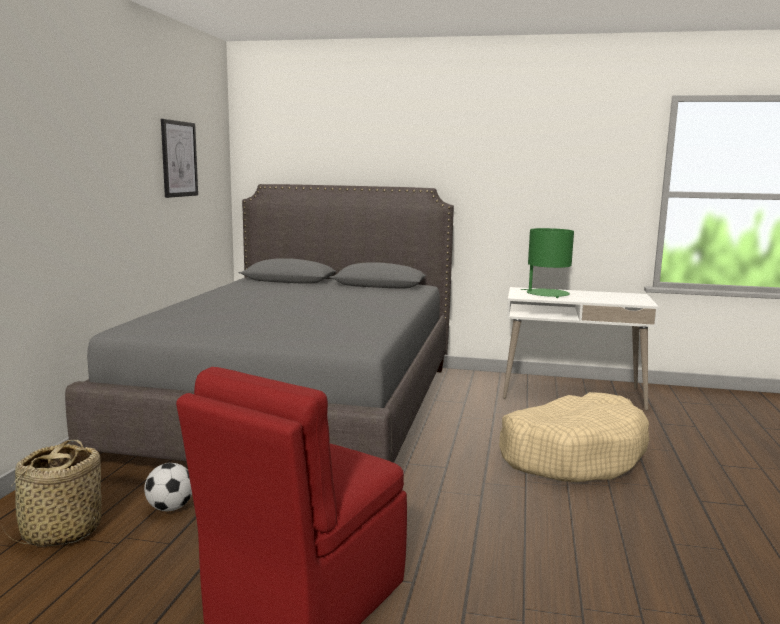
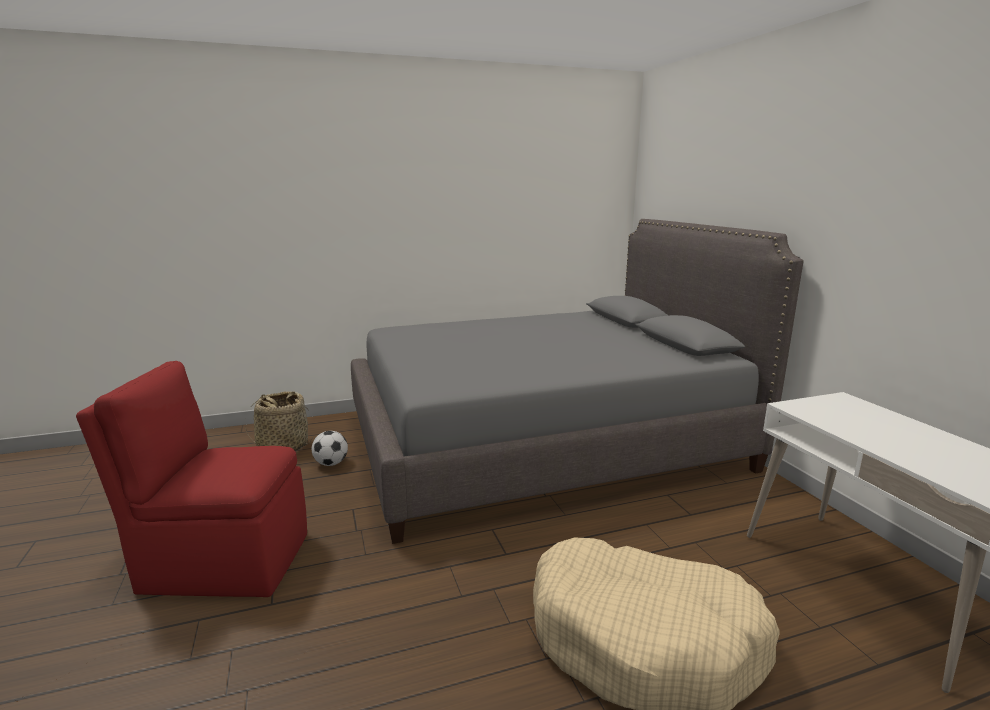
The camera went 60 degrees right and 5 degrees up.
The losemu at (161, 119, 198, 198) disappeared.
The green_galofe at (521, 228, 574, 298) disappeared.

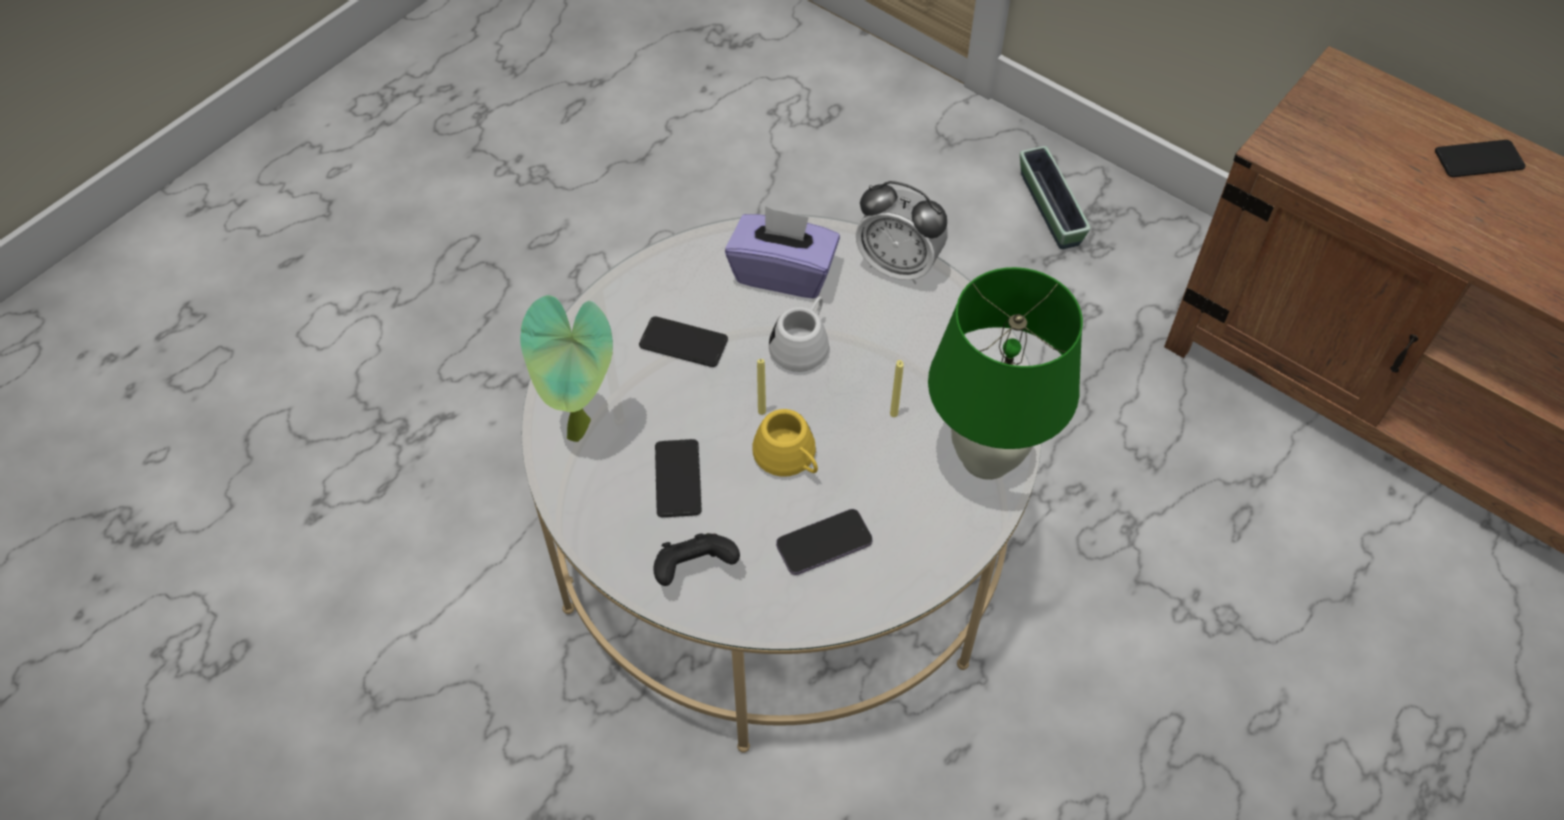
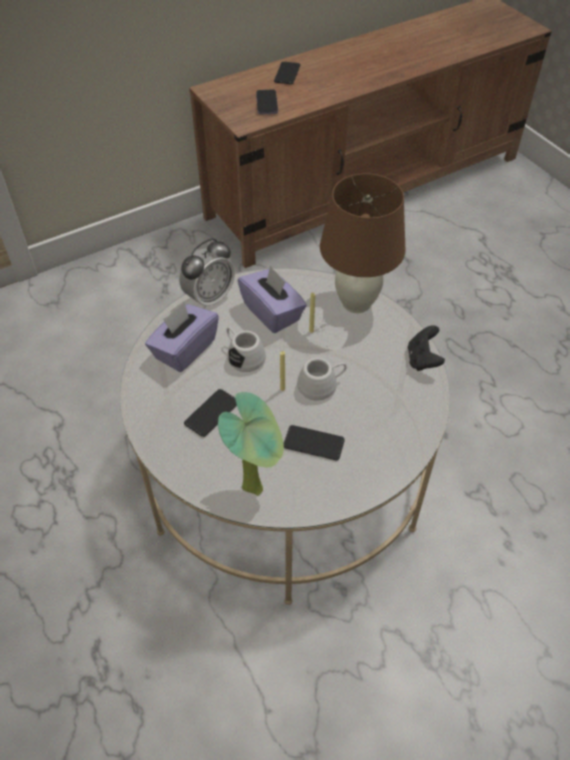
The camera went 70 degrees left and 5 degrees down.
The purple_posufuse at (238, 265, 307, 333) appeared.
The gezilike moved from (776, 509, 873, 575) to (256, 90, 278, 114).
The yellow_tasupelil at (752, 409, 818, 477) became the white_tasupelil at (297, 358, 347, 401).
The green_galofe at (928, 267, 1083, 480) became the brown_galofe at (320, 173, 406, 313).
The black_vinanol moved from (653, 533, 740, 586) to (408, 325, 445, 371).
The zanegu at (1020, 146, 1091, 249) disappeared.

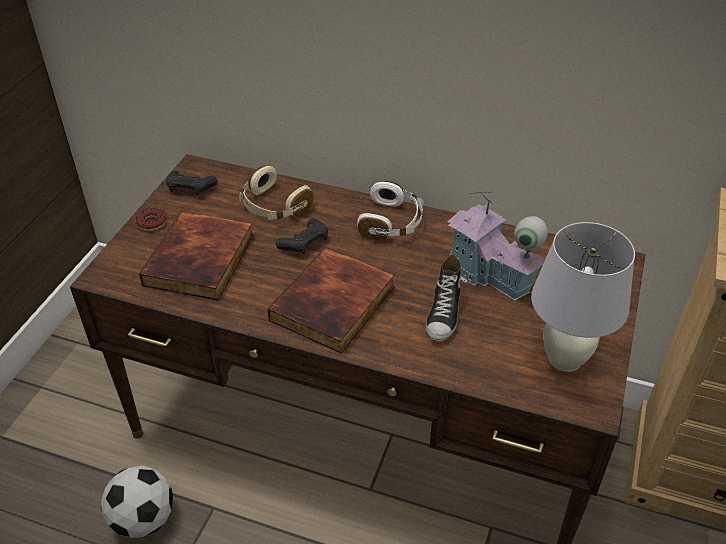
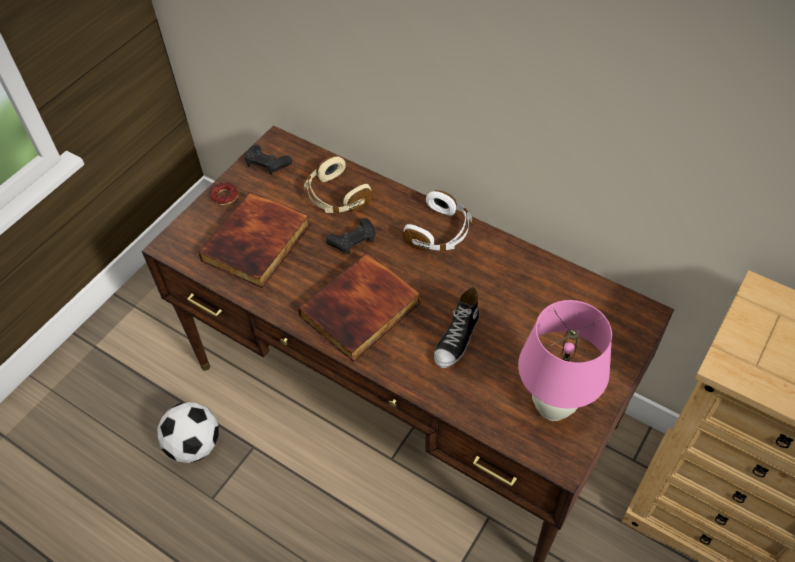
The camera went 15 degrees right and 10 degrees up.
The white_galofe at (531, 222, 635, 372) became the pink_galofe at (518, 300, 612, 421).
The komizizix at (447, 187, 548, 300) disappeared.

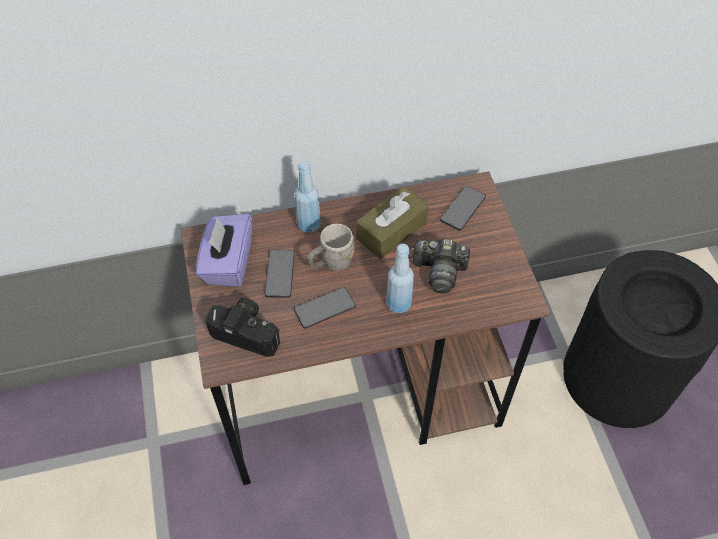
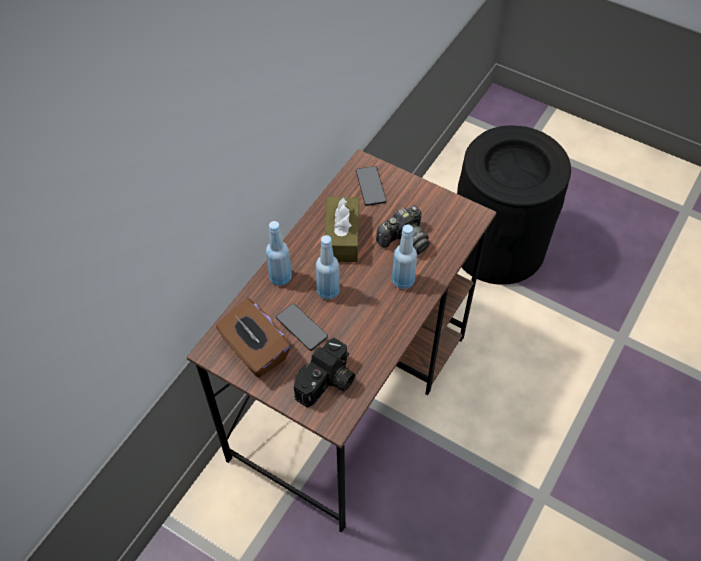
The camera went 45 degrees left and 0 degrees up.
The purple_posufuse at (196, 214, 252, 287) became the brown_posufuse at (216, 298, 291, 377).
The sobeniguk at (205, 298, 280, 357) turned 150 degrees clockwise.
The grey_tasupelil at (307, 224, 355, 271) was replaced by the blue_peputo at (316, 235, 340, 300).
The gezilike at (294, 287, 356, 329) disappeared.

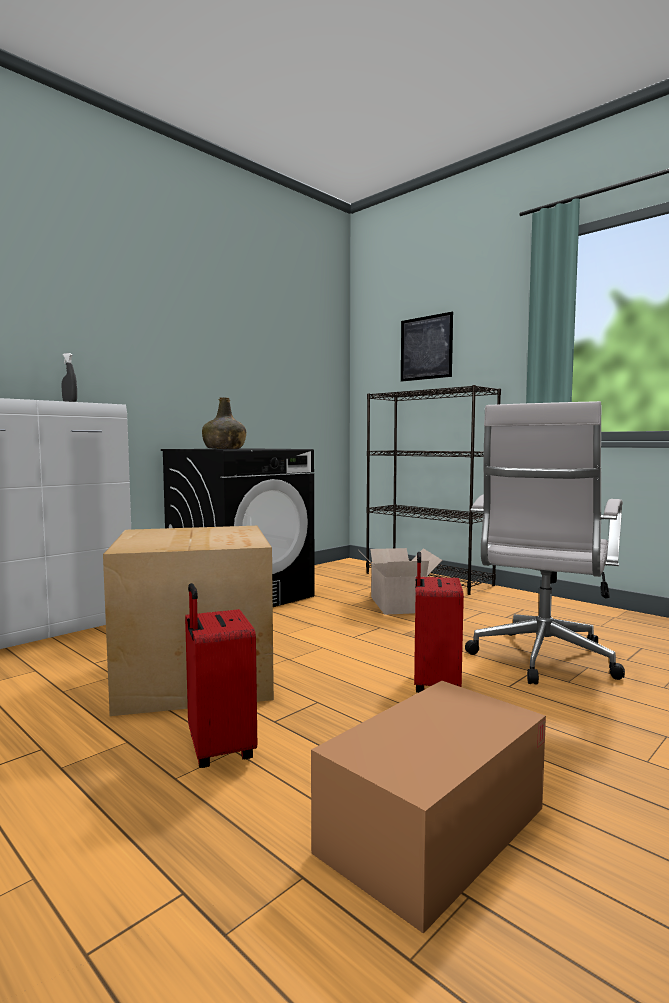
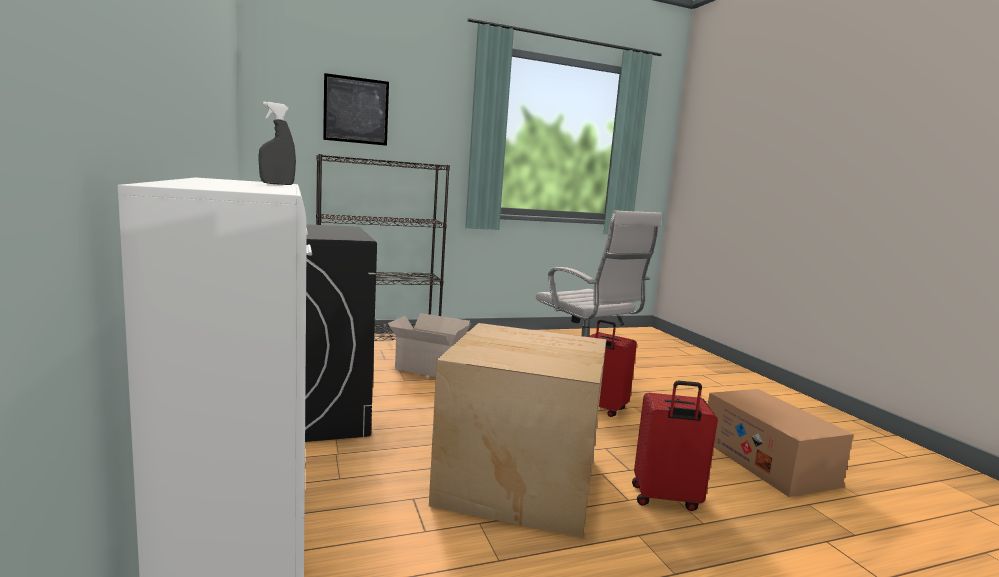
The camera went 65 degrees left and 5 degrees up.
The green_peputo at (202, 397, 246, 449) disappeared.

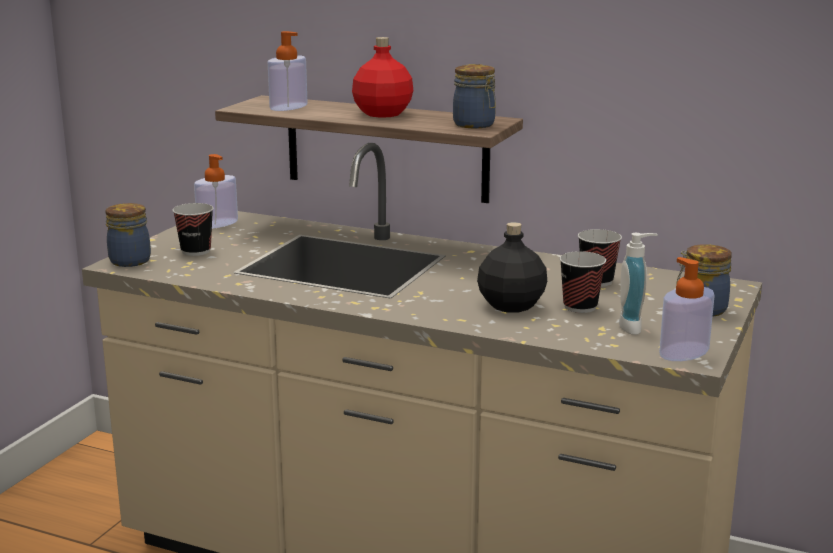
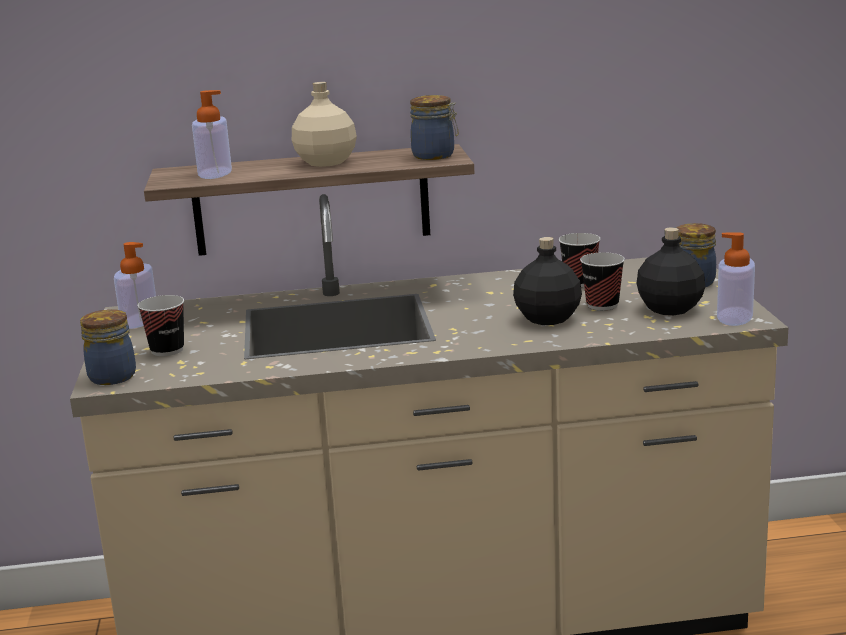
The camera went 30 degrees left and 0 degrees up.
The red_peputo at (352, 37, 413, 118) became the beige_peputo at (292, 82, 357, 167).
The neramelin at (619, 233, 658, 335) was replaced by the black_peputo at (636, 227, 705, 315).

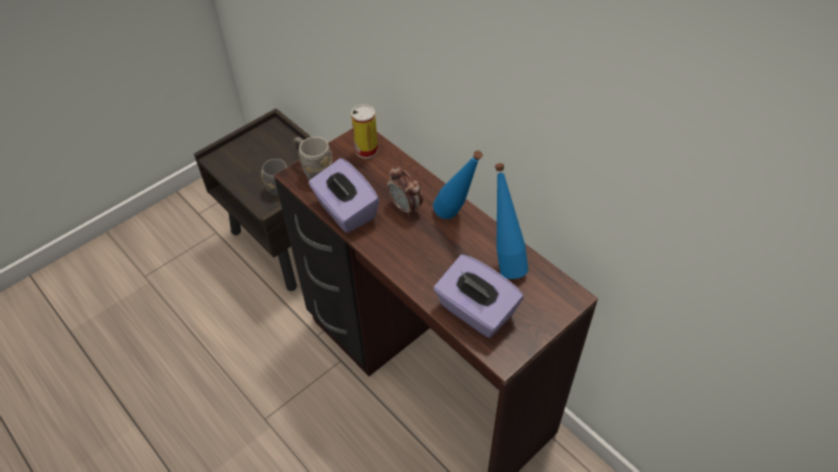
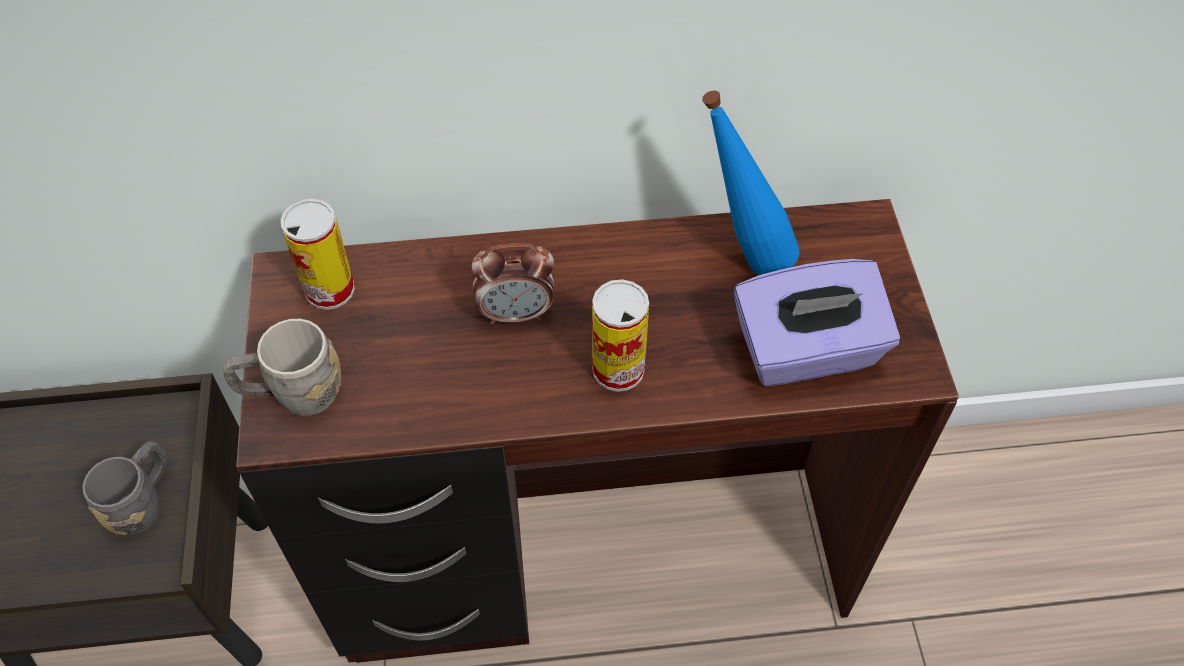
The camera went 55 degrees left and 5 degrees up.
The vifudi at (592, 279, 649, 392) appeared.
The purple_posufuse at (308, 158, 379, 233) disappeared.
The blue_peputo at (433, 150, 483, 219) disappeared.

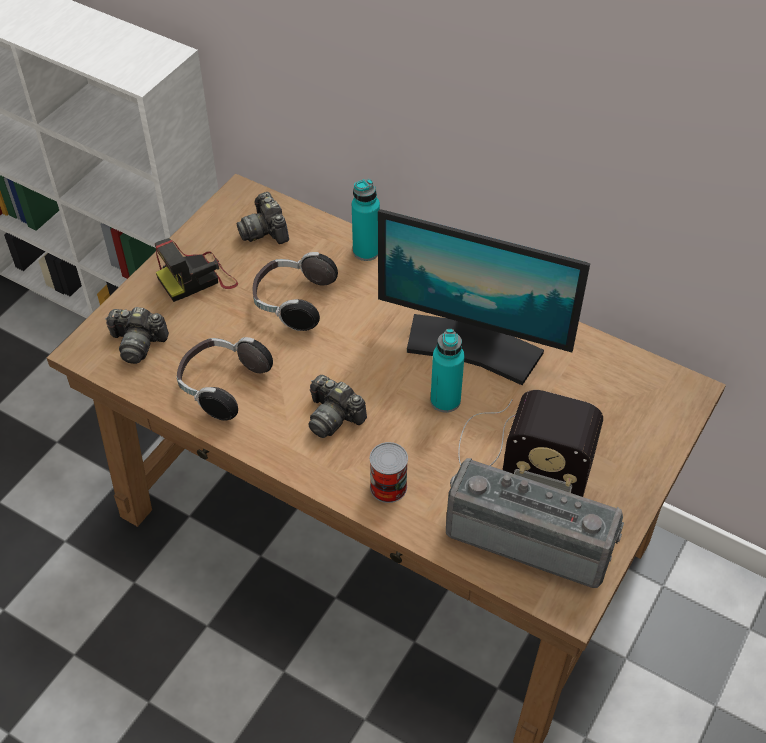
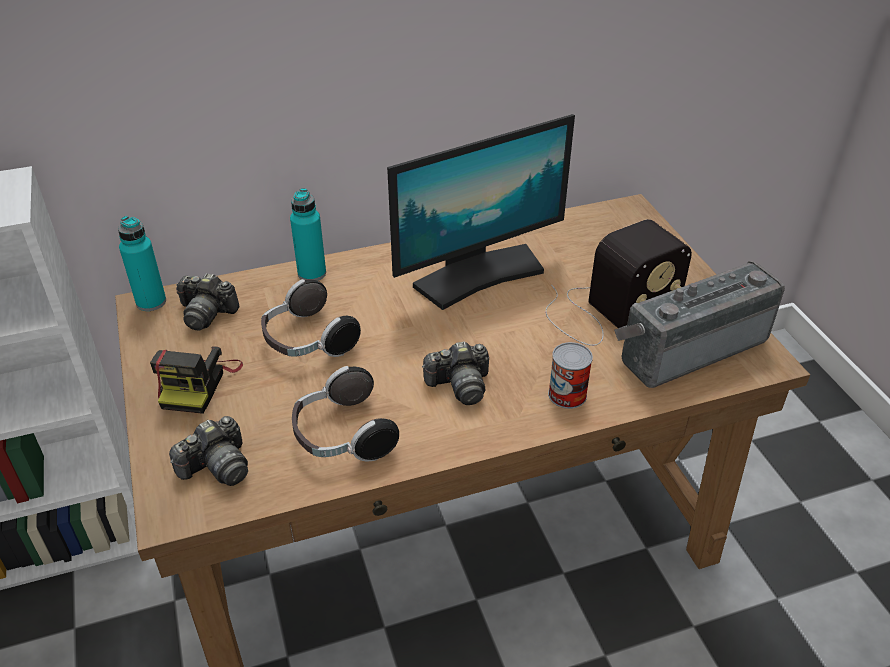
The camera went 50 degrees left and 10 degrees down.
The turquoise_peputo moved from (430, 329, 465, 413) to (118, 216, 166, 311).

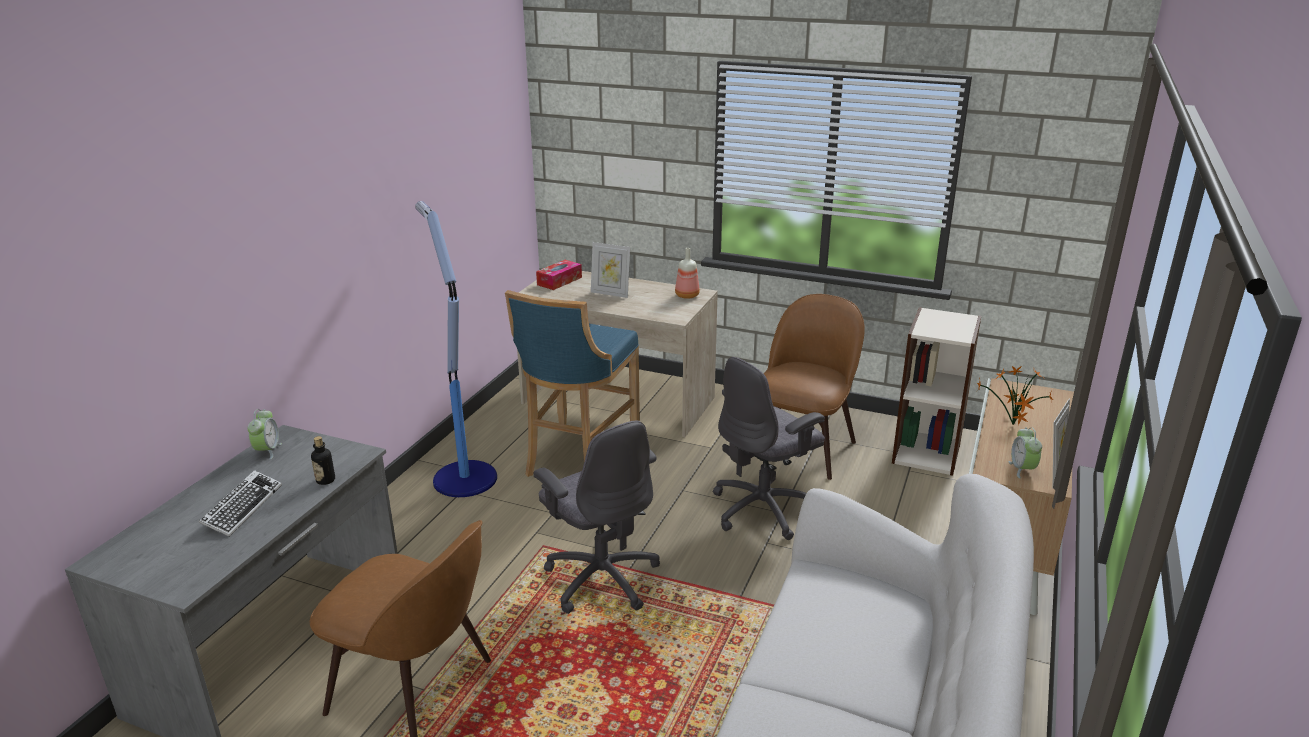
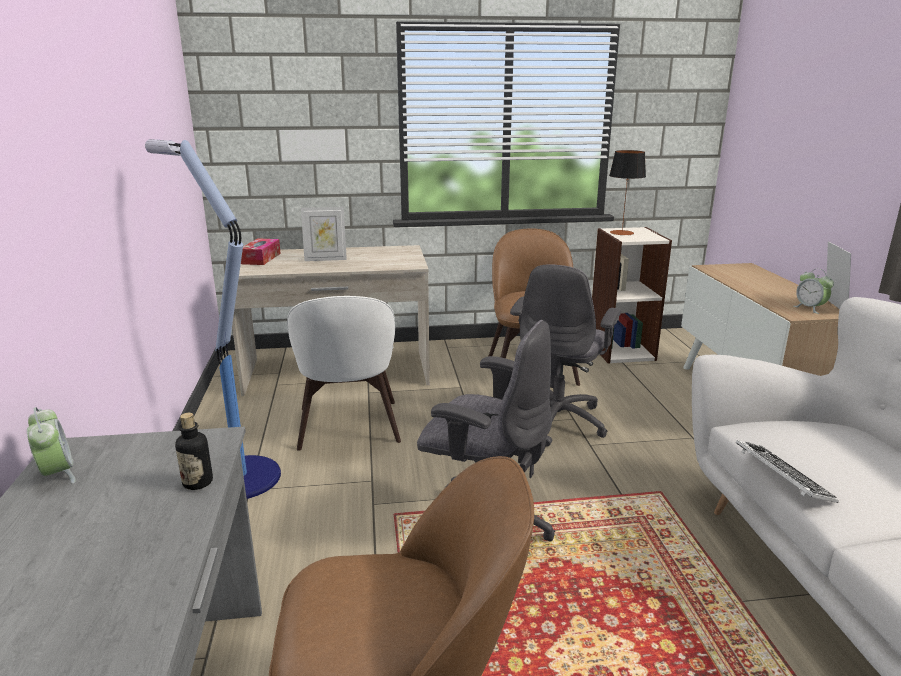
The camera went 30 degrees left and 5 degrees down.
The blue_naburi at (505, 290, 640, 477) was replaced by the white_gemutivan at (287, 296, 401, 451).
The galofe at (609, 150, 646, 235) appeared.
The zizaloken moved from (199, 470, 282, 537) to (736, 440, 839, 503).
The peputo at (675, 248, 700, 299) disappeared.
The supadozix at (977, 366, 1053, 425) disappeared.

